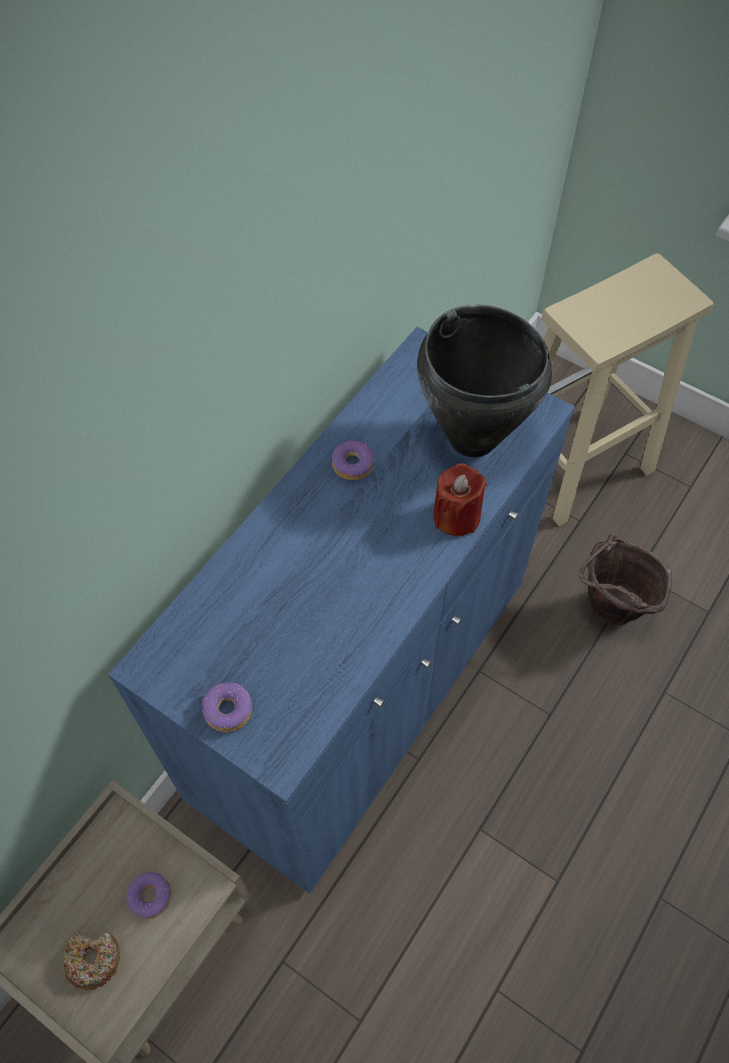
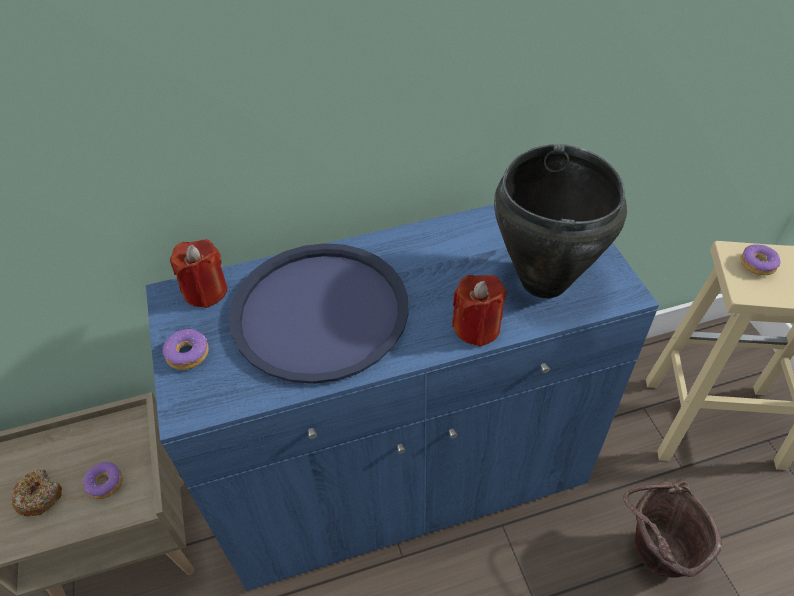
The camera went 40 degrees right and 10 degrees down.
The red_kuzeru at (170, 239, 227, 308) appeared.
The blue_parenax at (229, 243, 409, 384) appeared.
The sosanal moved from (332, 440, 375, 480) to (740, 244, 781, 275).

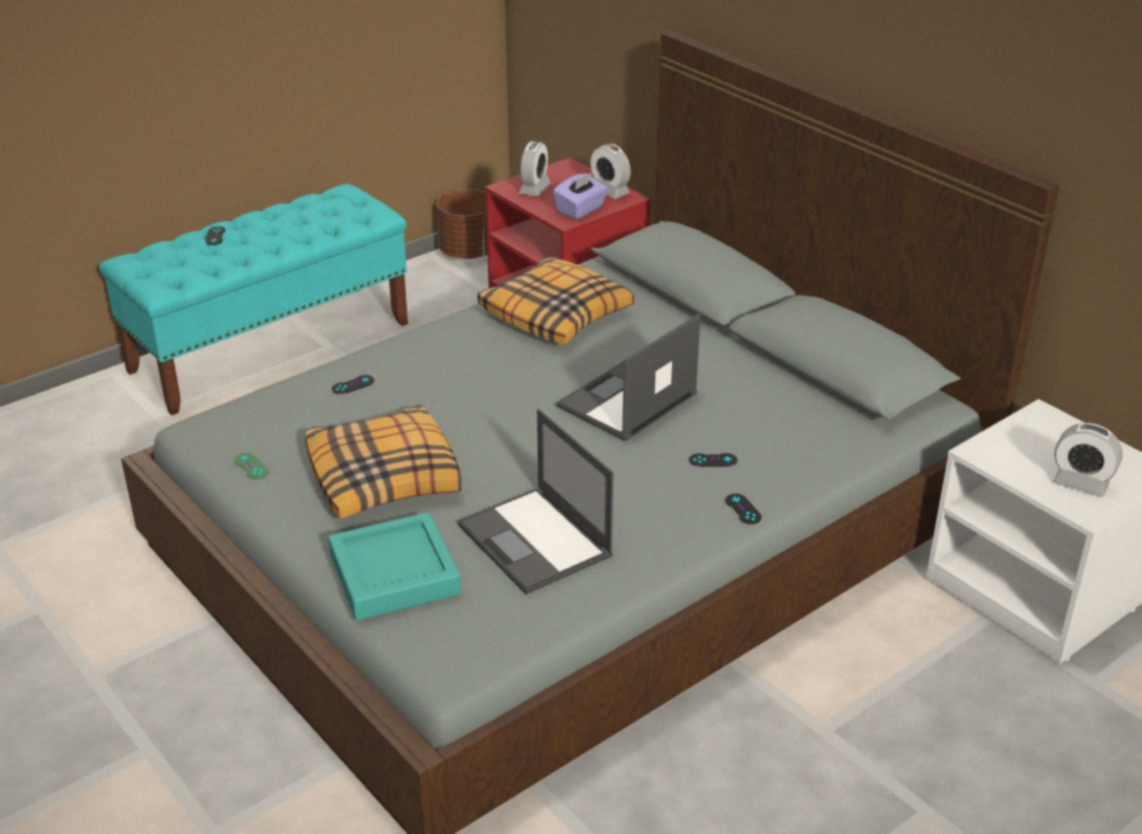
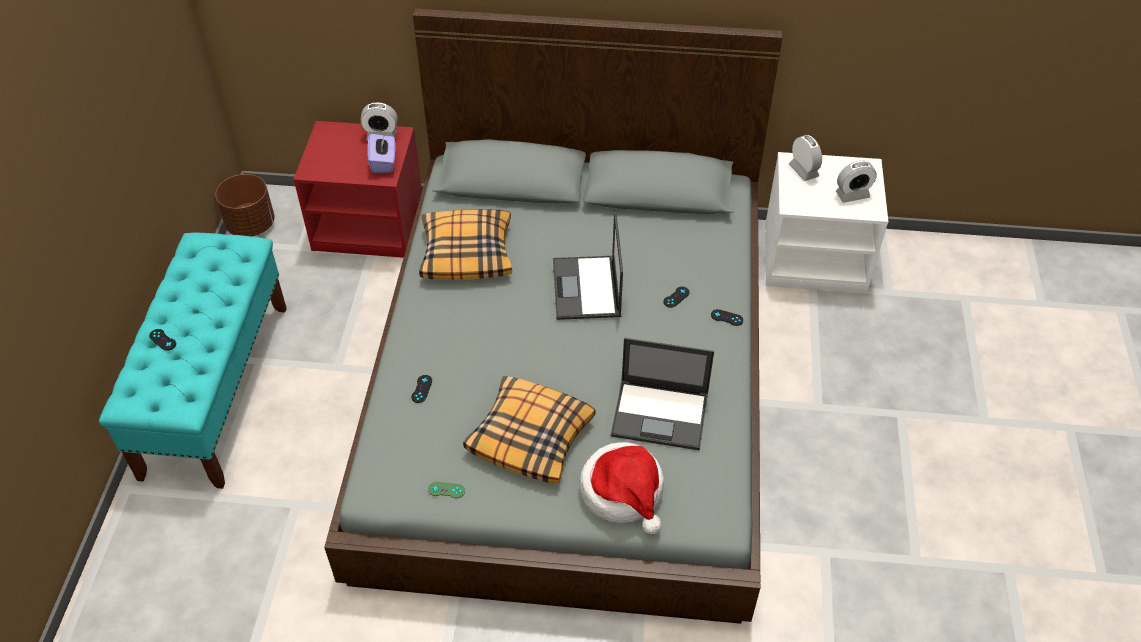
The camera went 45 degrees left and 15 degrees up.
The turquoise_parenax at (328, 513, 461, 621) was replaced by the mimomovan at (580, 442, 664, 535).
The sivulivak moved from (519, 141, 551, 197) to (789, 135, 822, 181).

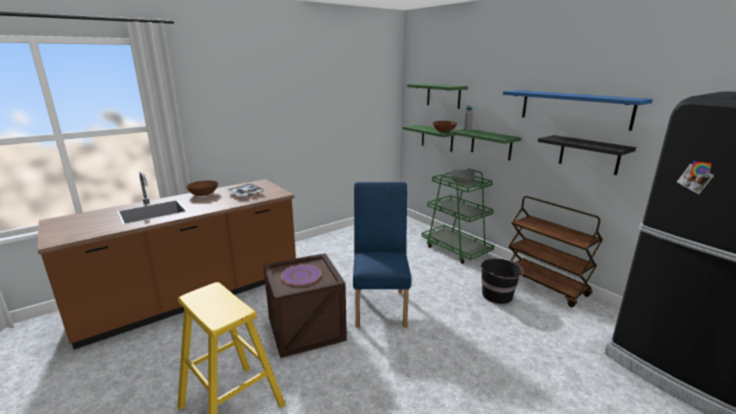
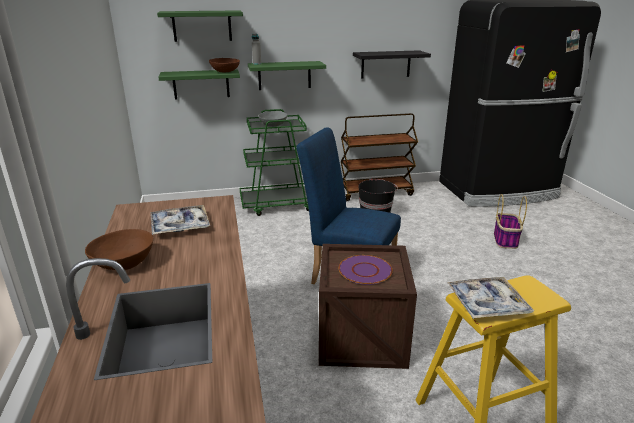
The camera went 65 degrees left and 5 degrees up.
The parenax at (447, 277, 534, 319) appeared.
The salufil at (494, 194, 527, 249) appeared.
The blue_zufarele at (503, 90, 653, 131) disappeared.

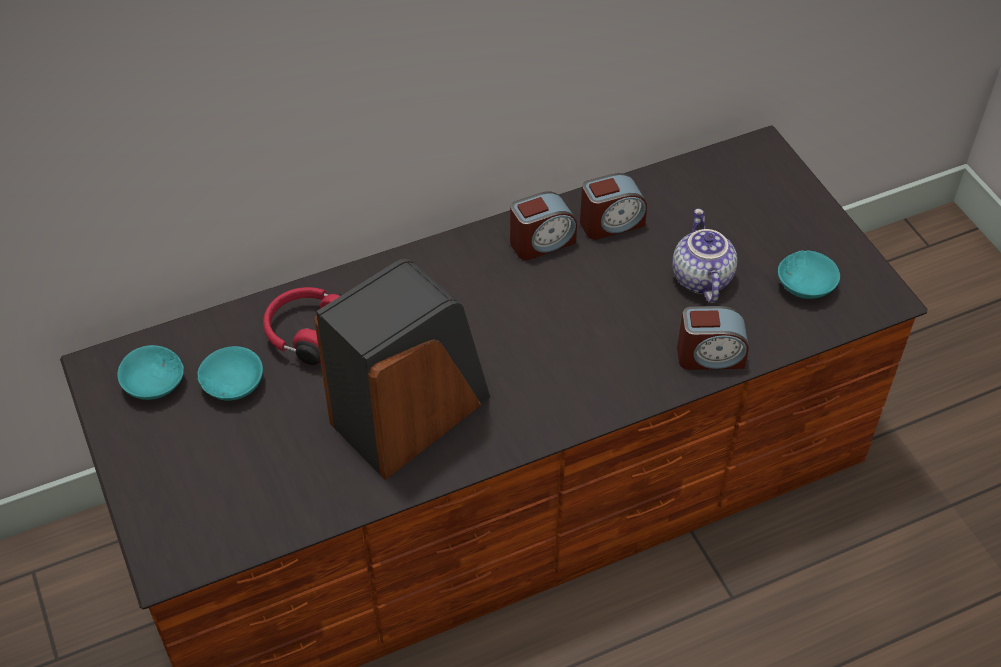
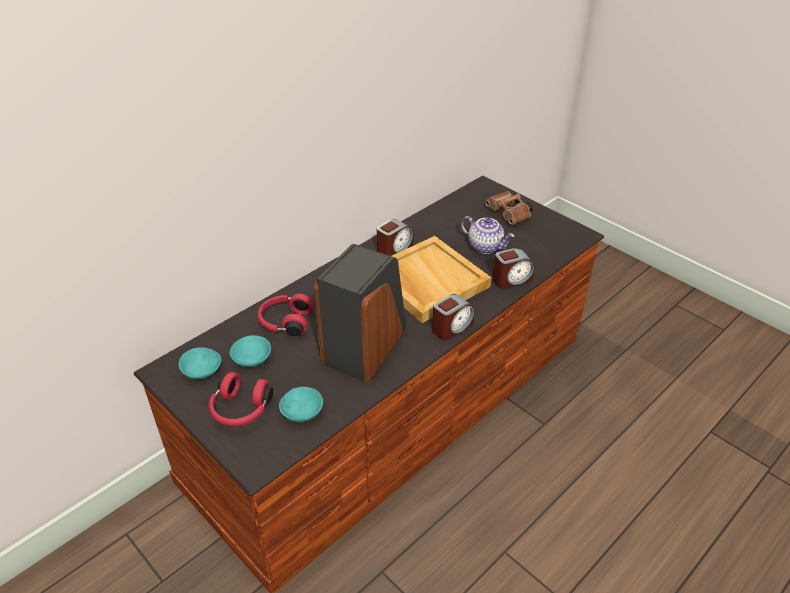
The camera went 20 degrees left and 10 degrees down.
The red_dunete at (209, 372, 273, 426) appeared.
The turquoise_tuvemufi moved from (778, 251, 840, 299) to (279, 387, 323, 422).
The beige_parenax at (392, 236, 491, 323) appeared.
The sivulivak moved from (580, 173, 647, 240) to (432, 294, 474, 341).
The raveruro at (672, 208, 737, 303) turned 150 degrees clockwise.
The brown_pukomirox at (485, 191, 533, 225) appeared.

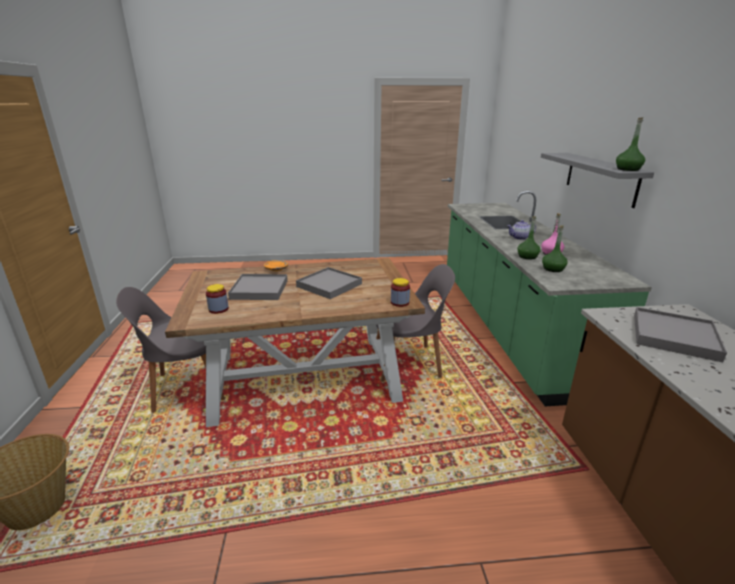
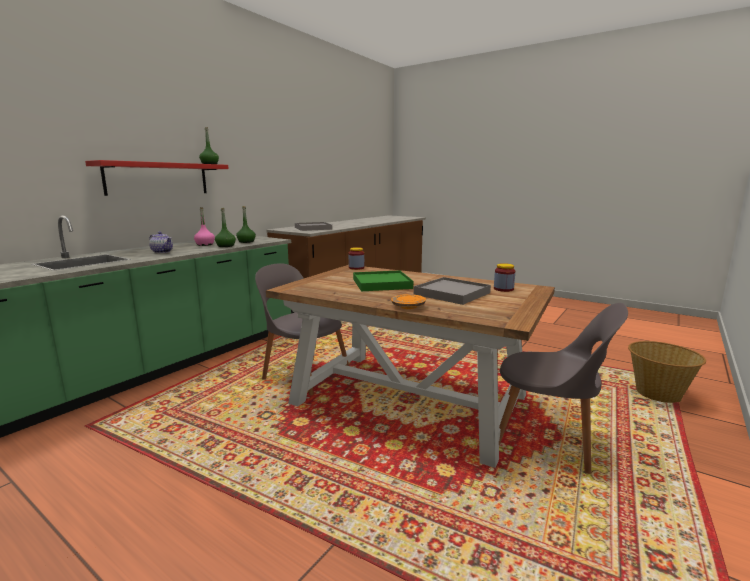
The camera went 140 degrees left and 10 degrees down.
The grey_zufarele at (541, 153, 654, 208) became the red_zufarele at (85, 160, 229, 196).
The grey_parenax at (296, 267, 362, 299) became the green_parenax at (353, 270, 413, 291).

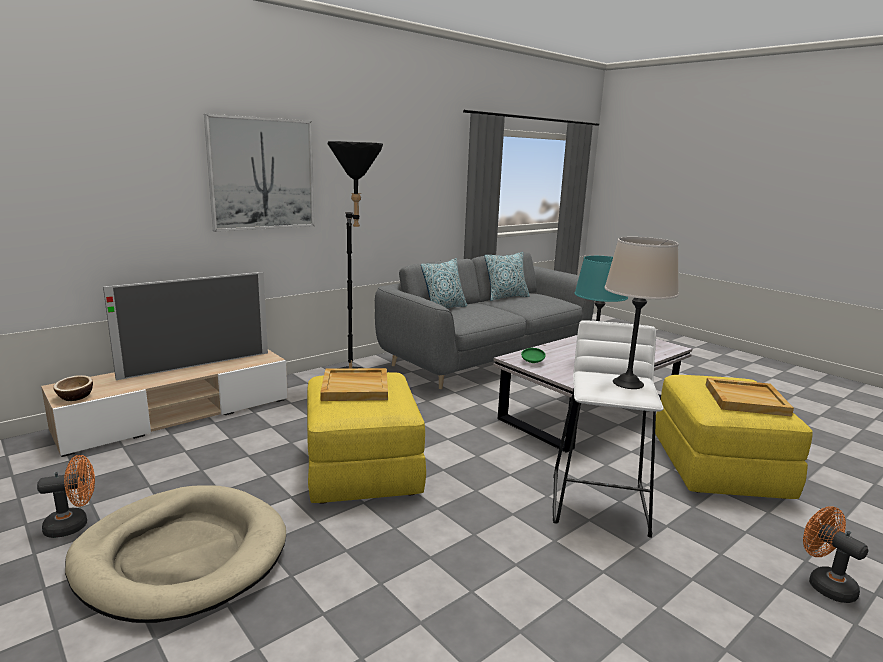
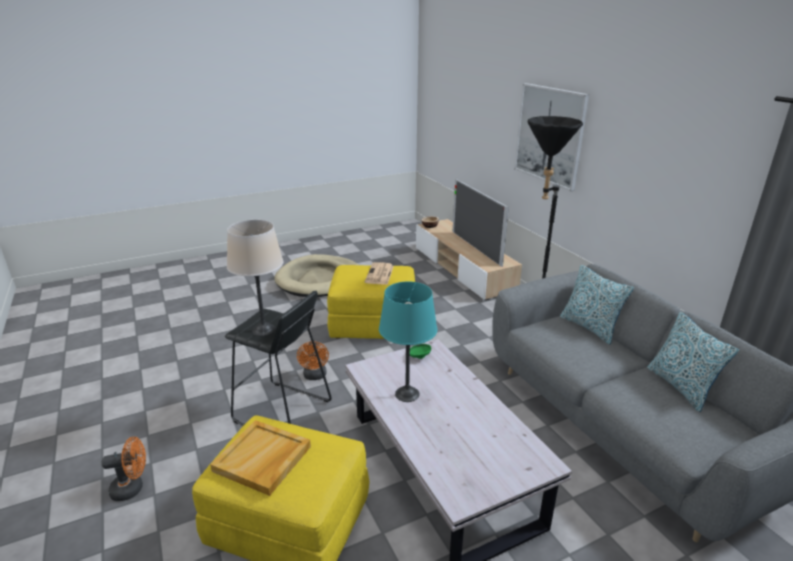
The camera went 105 degrees right and 10 degrees up.
The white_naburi at (553, 320, 664, 538) became the black_naburi at (225, 291, 332, 426).
The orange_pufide moved from (37, 455, 95, 538) to (297, 340, 329, 380).
The beige_parenax at (320, 368, 388, 401) was replaced by the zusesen at (365, 262, 394, 285).

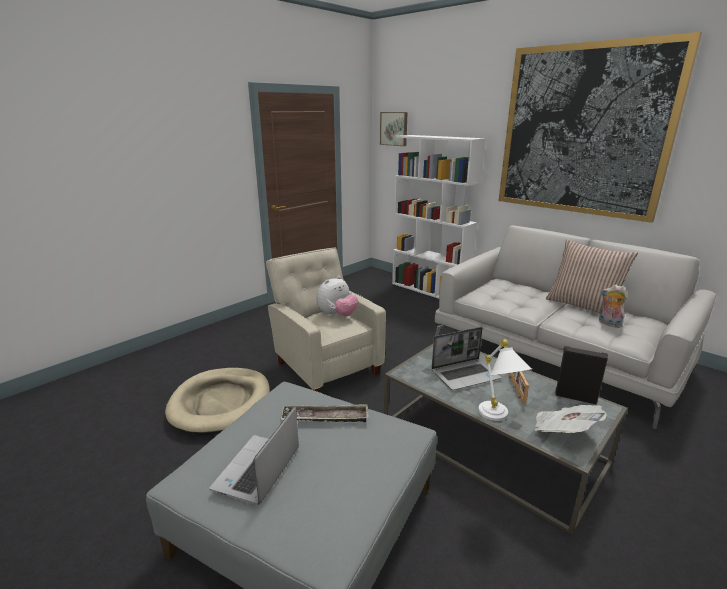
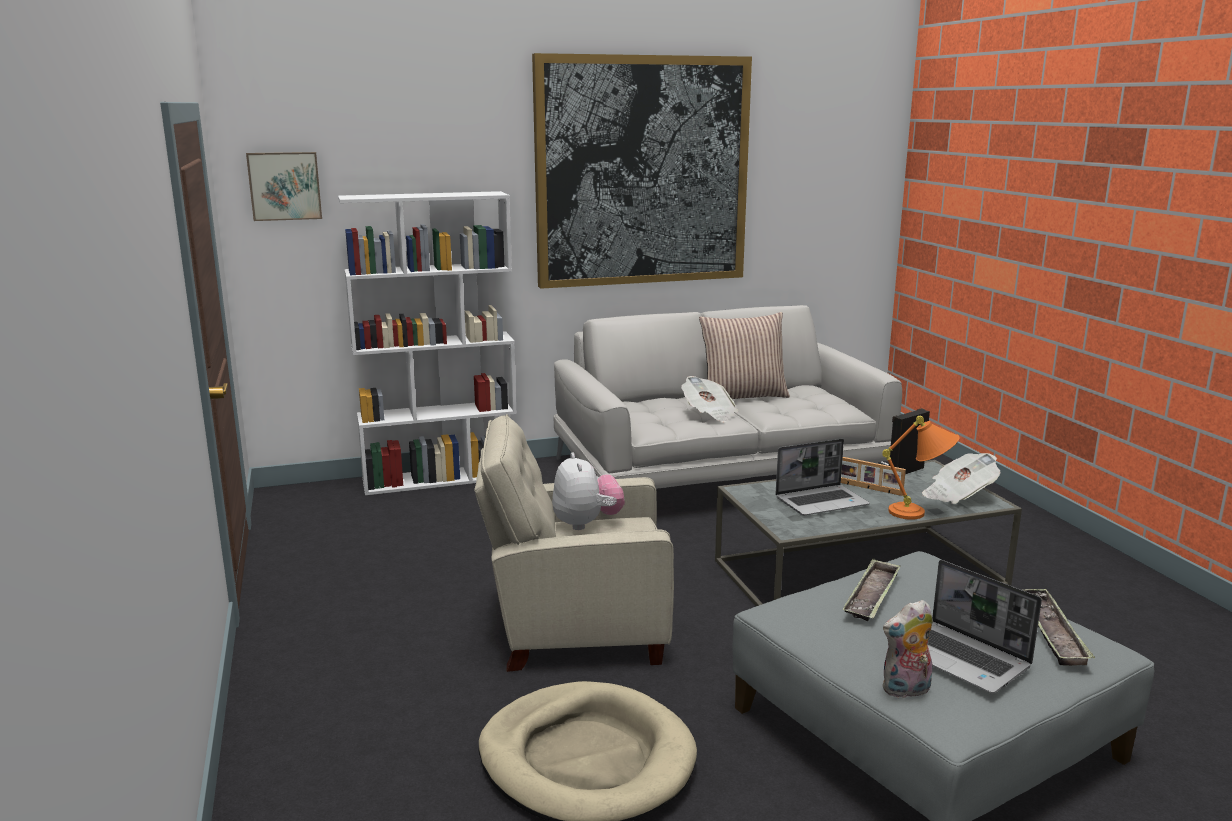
The camera went 60 degrees left and 5 degrees down.
The zusesen at (681, 376, 738, 422) appeared.
The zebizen at (431, 327, 501, 390) turned 60 degrees clockwise.
The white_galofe at (478, 339, 532, 421) became the orange_galofe at (882, 416, 960, 520).
The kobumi moved from (599, 285, 628, 328) to (883, 600, 933, 698).
The parenax at (1021, 589, 1095, 666) appeared.

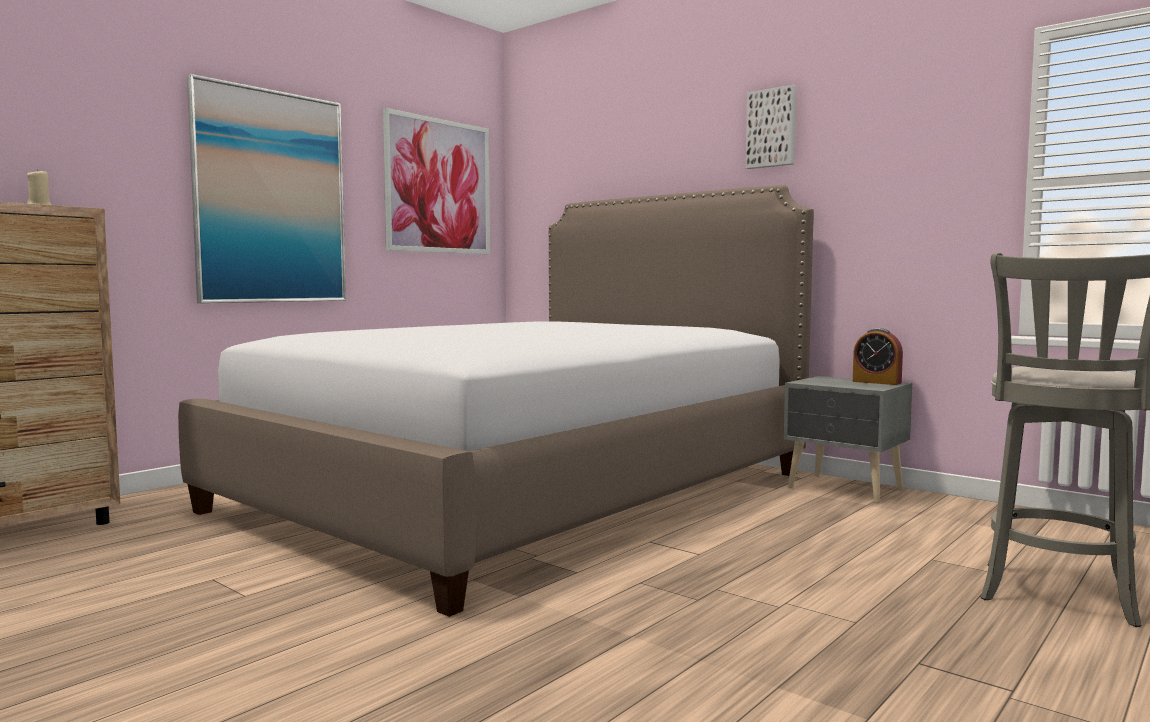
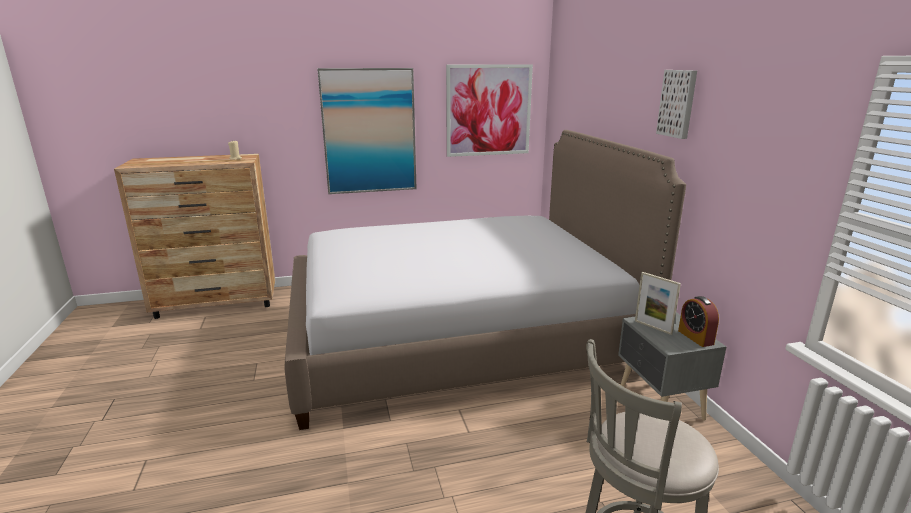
The camera went 35 degrees right and 15 degrees up.
The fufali at (635, 272, 681, 335) appeared.

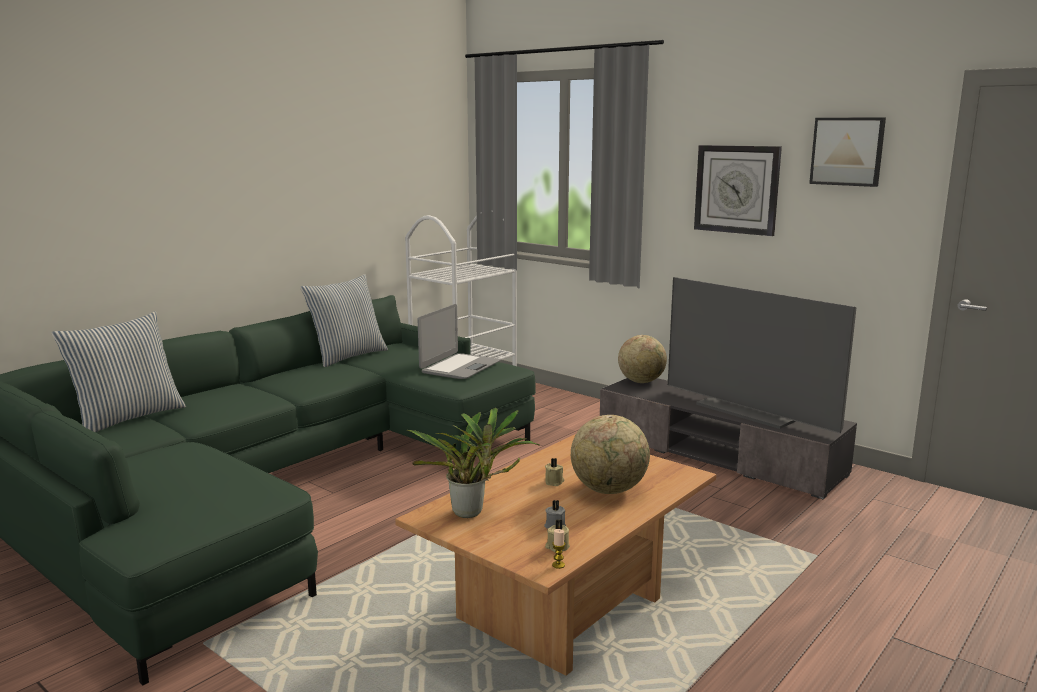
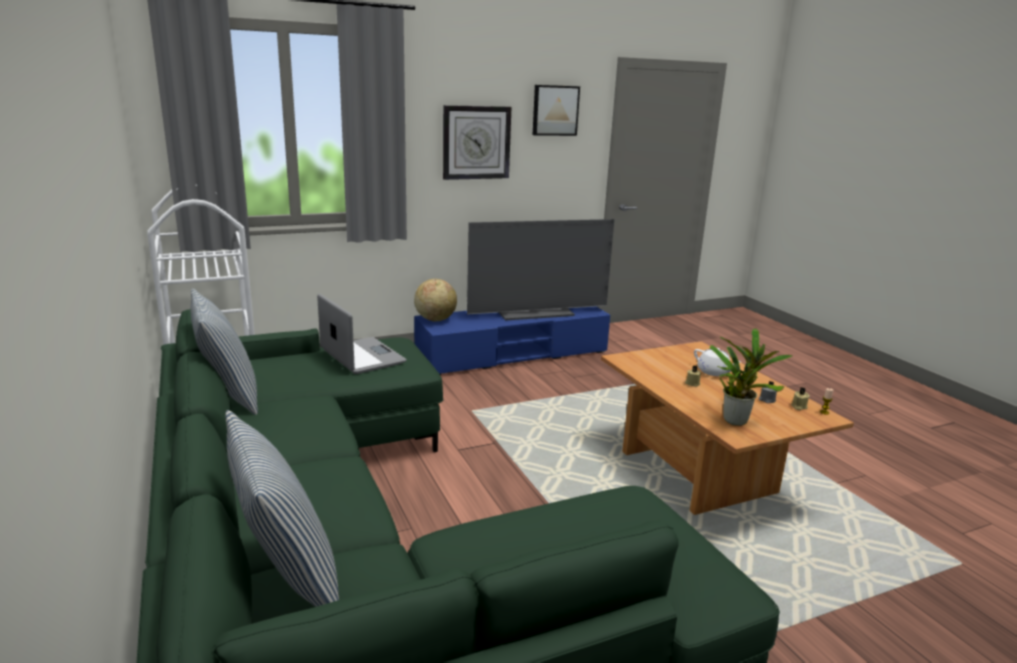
The camera went 65 degrees left and 5 degrees up.
The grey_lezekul at (600, 378, 857, 499) became the blue_lezekul at (414, 307, 610, 375).
The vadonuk at (571, 415, 650, 494) was replaced by the white_raveruro at (694, 348, 741, 376).

